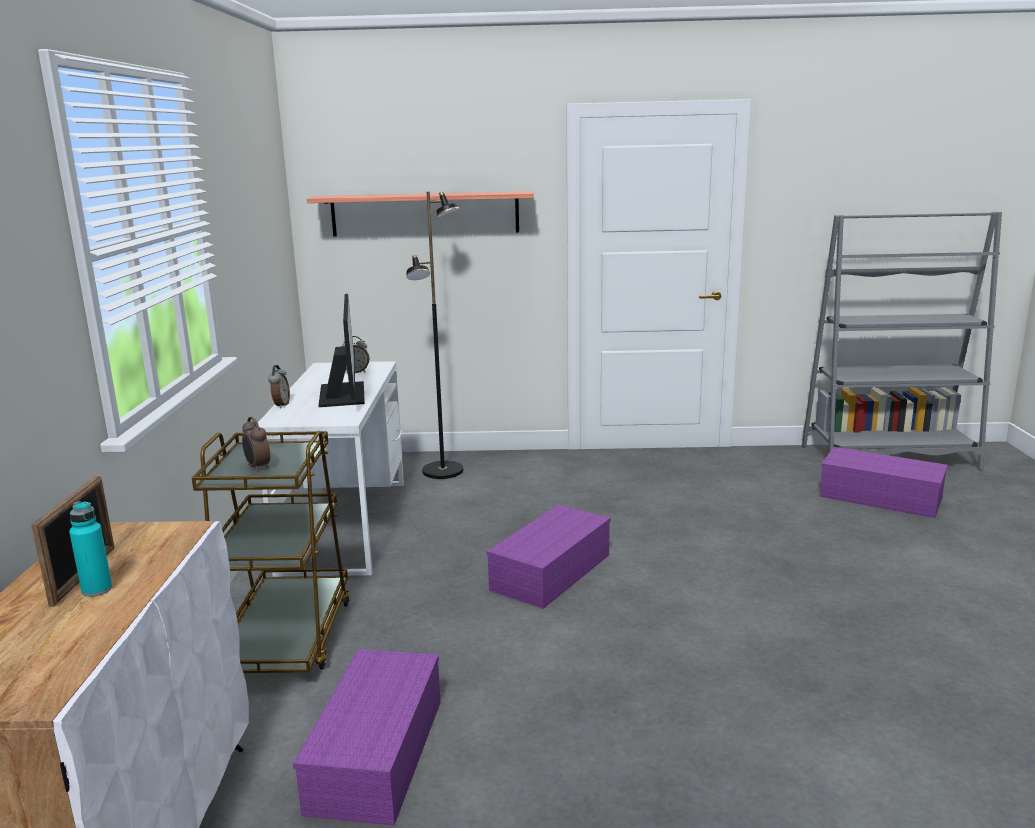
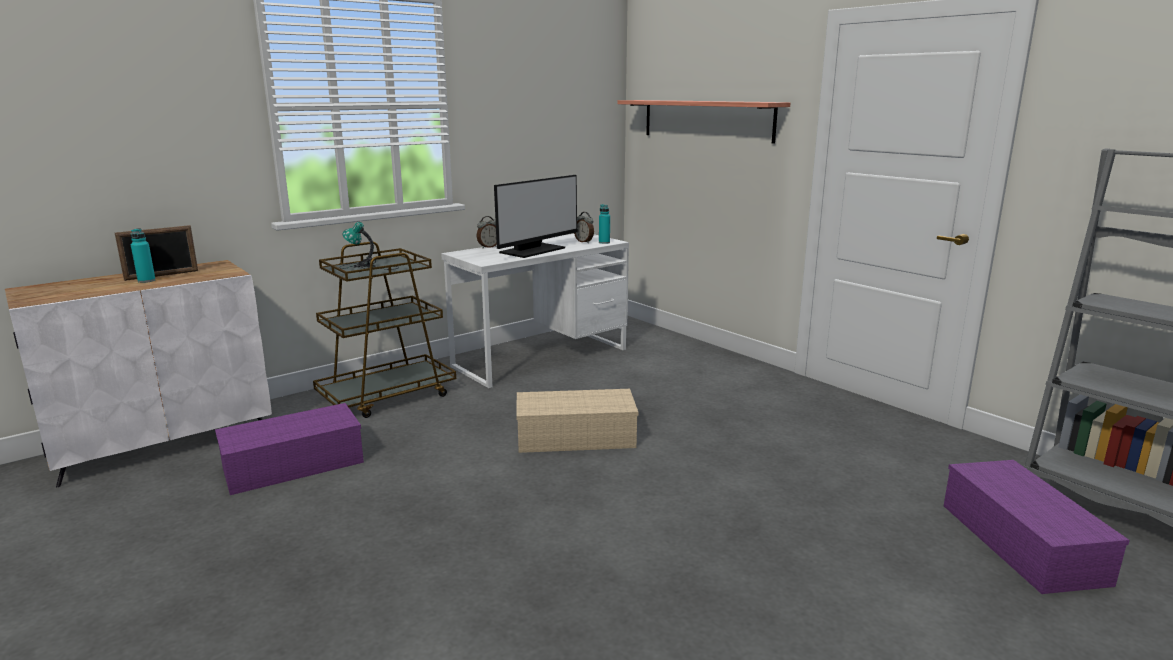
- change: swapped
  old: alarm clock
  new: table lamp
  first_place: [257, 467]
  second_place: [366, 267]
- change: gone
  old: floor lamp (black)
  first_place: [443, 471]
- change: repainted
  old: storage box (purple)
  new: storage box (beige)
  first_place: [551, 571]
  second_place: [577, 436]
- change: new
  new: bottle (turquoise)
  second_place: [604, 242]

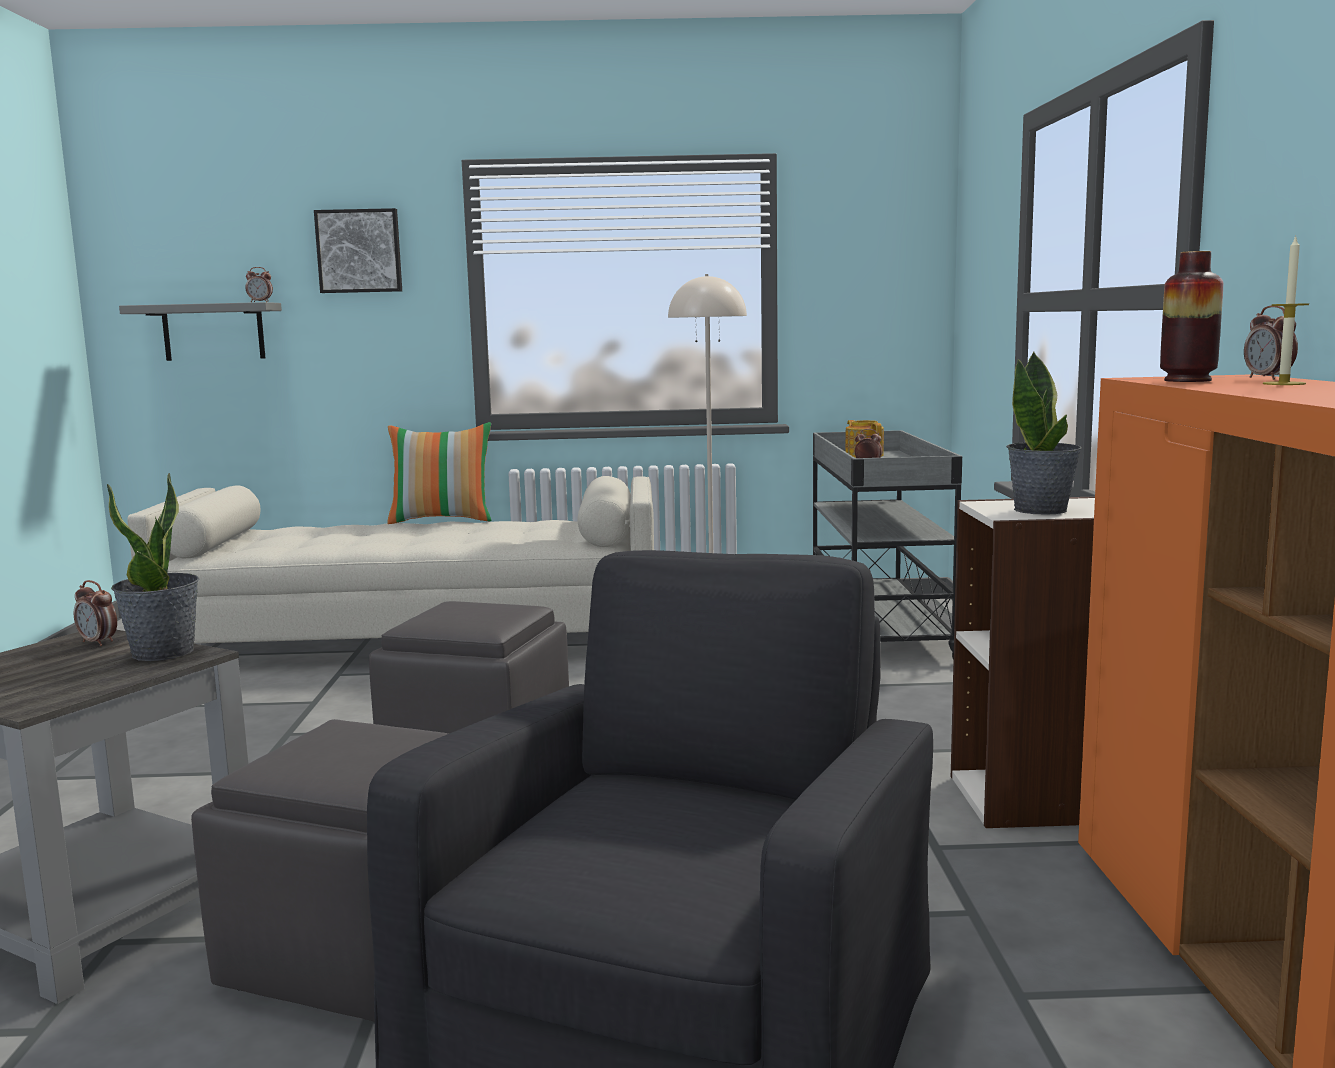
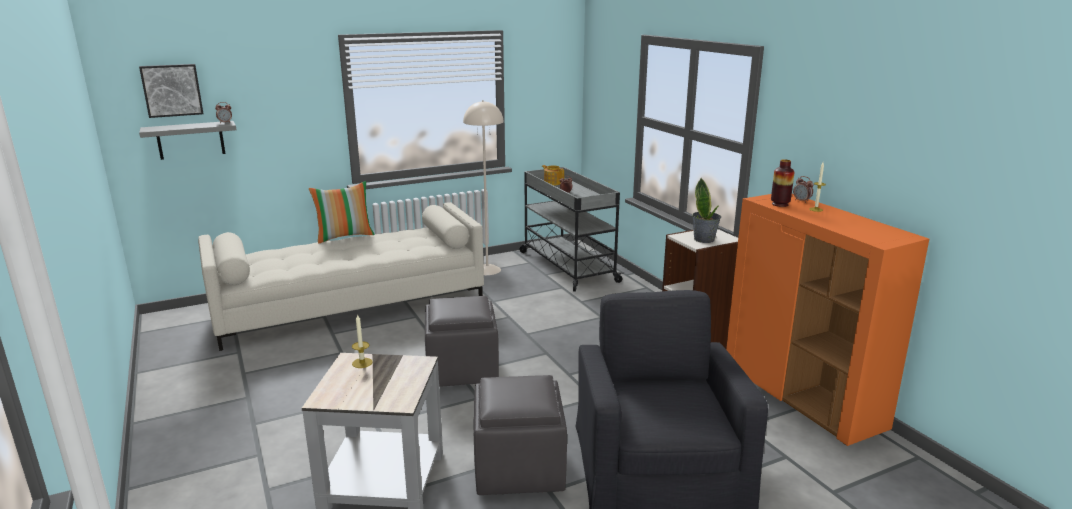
- change: swapped
  old: alarm clock
  new: candle
  first_place: [98, 642]
  second_place: [362, 363]
- change: gone
  old: potted plant
  first_place: [164, 652]
- change: shifted
  old: picture
  first_place: [359, 251]
  second_place: [172, 90]

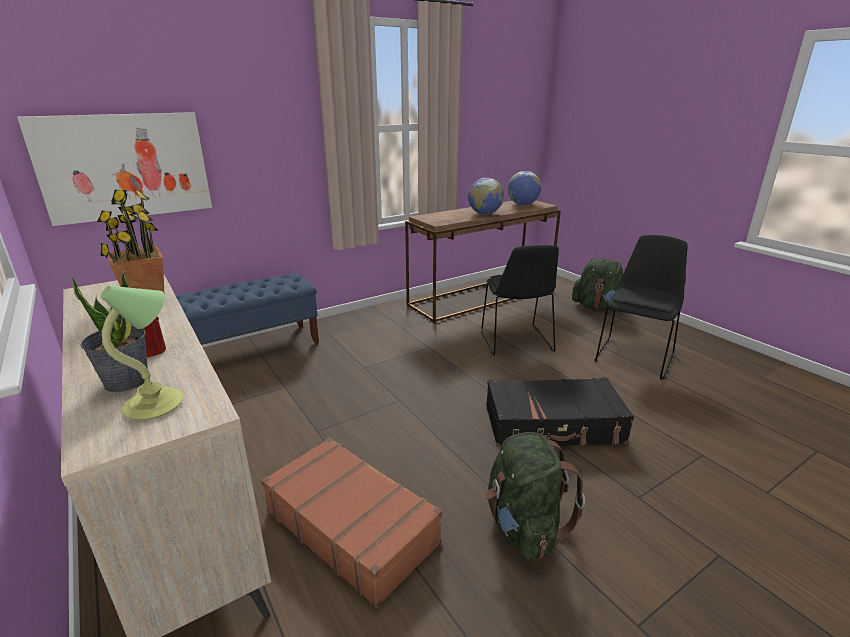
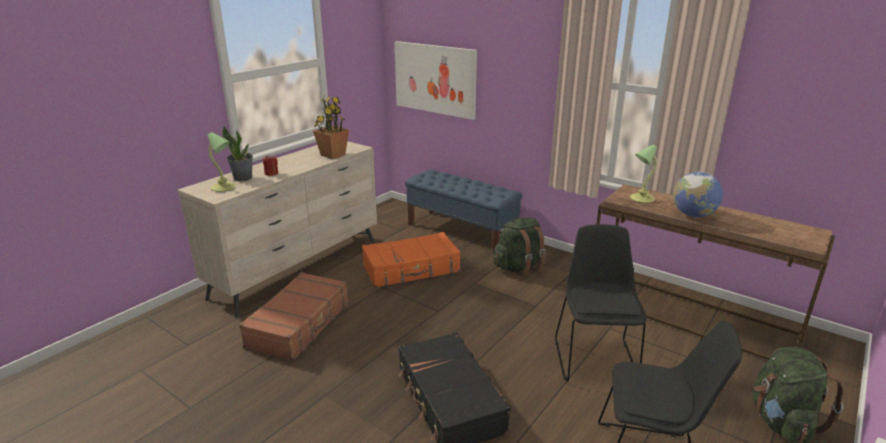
- change: rotated
  old: chair (black)
  first_place: [516, 342]
  second_place: [595, 358]
  degrees: 120
- change: shifted
  old: backpack (green)
  first_place: [523, 527]
  second_place: [519, 267]
- change: gone
  old: globe
  first_place: [523, 204]
- change: new
  new: suitcase (orange)
  second_place: [411, 269]
- change: new
  new: table lamp
  second_place: [641, 199]

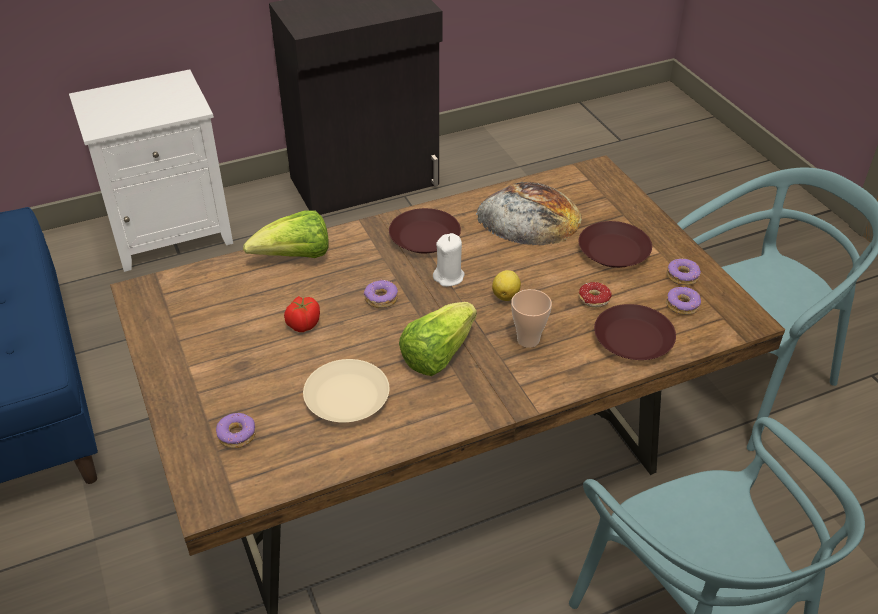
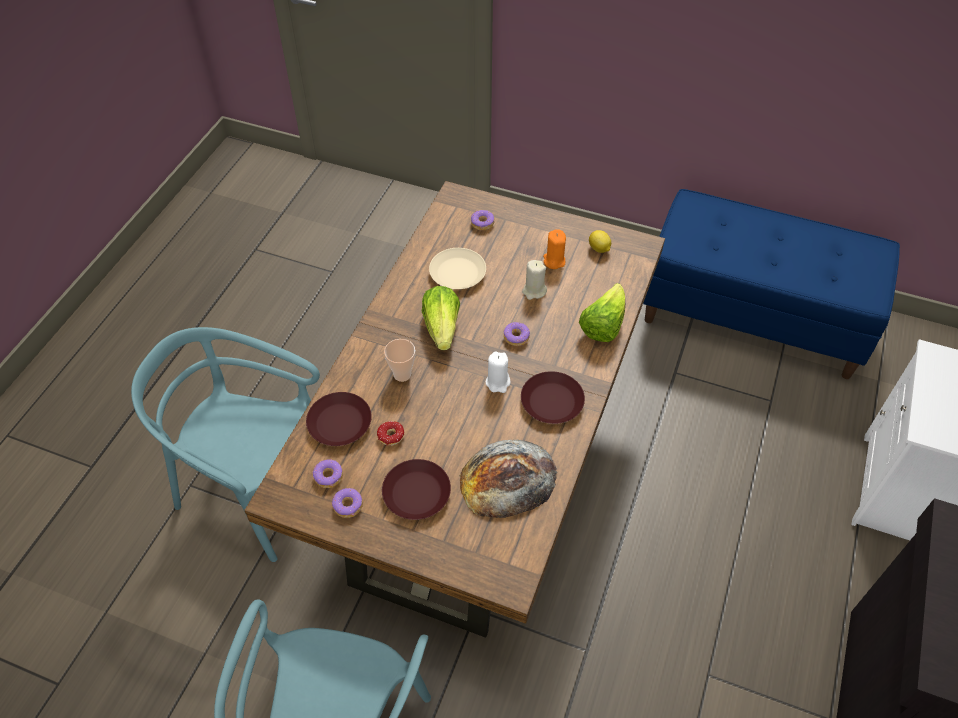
- change: swapped
  old: tomato
  new: candle (beige)
  first_place: [303, 325]
  second_place: [534, 291]
- change: shifted
  old: lemon
  first_place: [506, 295]
  second_place: [599, 249]
- change: new
  new: candle (orange)
  second_place: [554, 261]

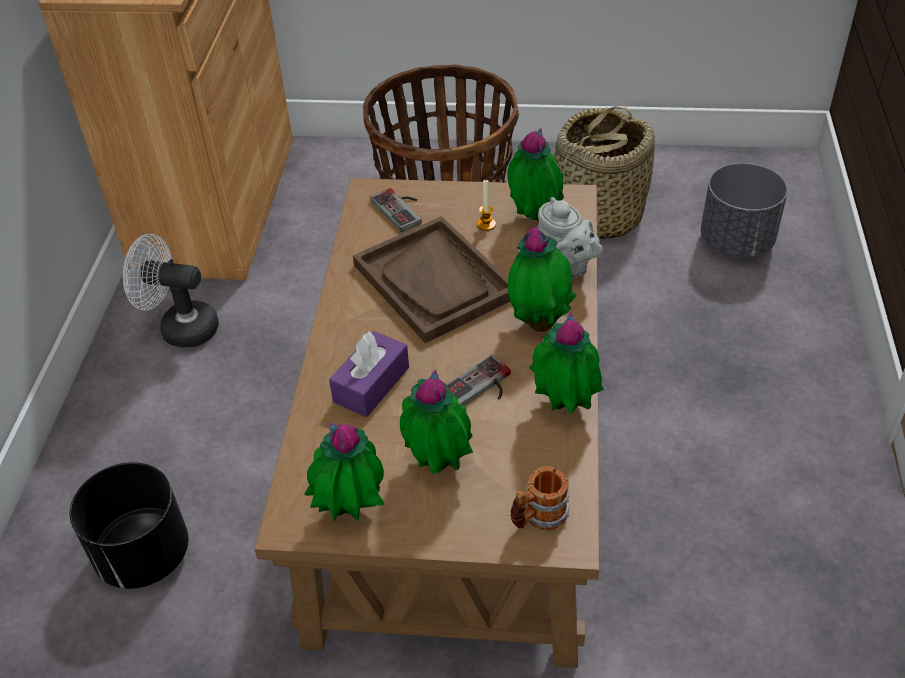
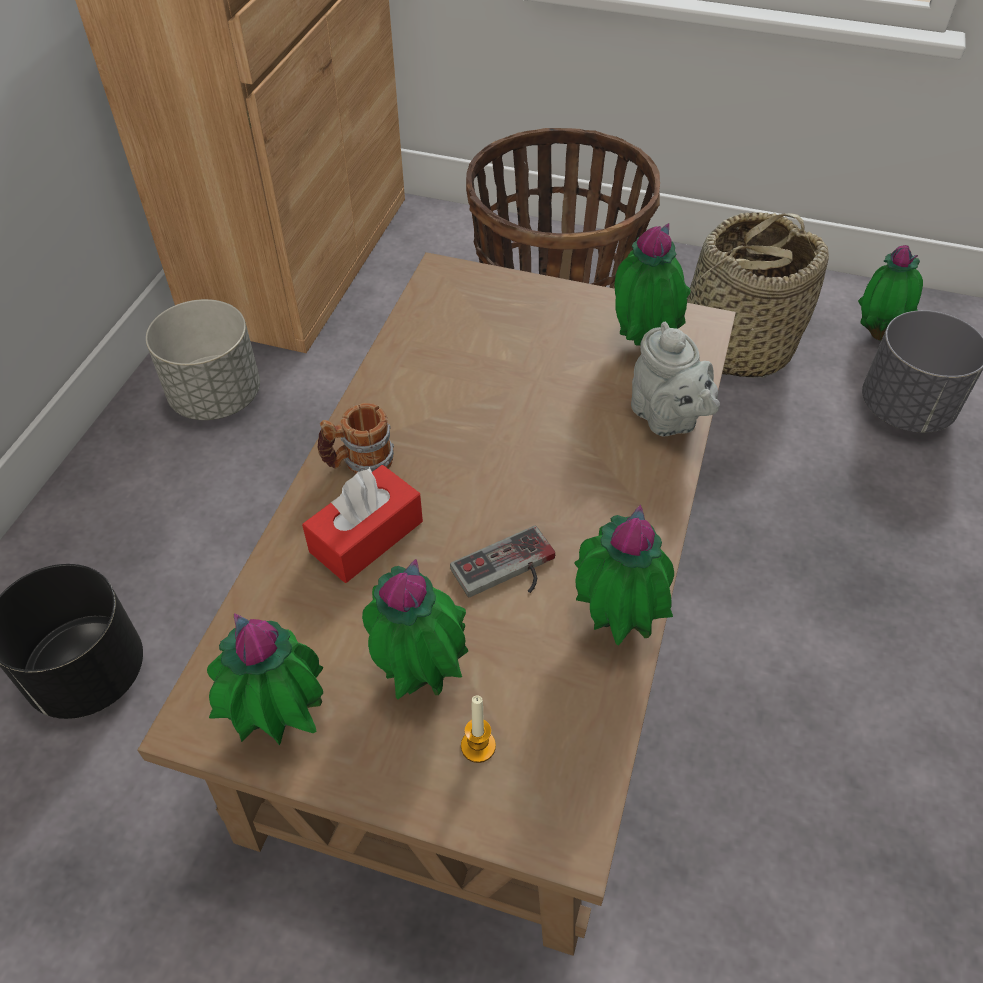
- change: swapped
  old: fan (white)
  new: planter (grey)
  first_place: [180, 328]
  second_place: [216, 397]
- change: repainted
  old: tissue box (purple)
  new: tissue box (red)
  first_place: [371, 384]
  second_place: [366, 536]
- change: gone
  old: tray (brown)
  first_place: [434, 281]
- change: gone
  old: game controller
  first_place: [402, 209]
- change: shifted
  old: candle
  first_place: [486, 224]
  second_place: [478, 746]
- change: shifted
  old: potted plant
  first_place: [539, 323]
  second_place: [877, 333]
- change: shifted
  old: mug
  first_place: [538, 517]
  second_place: [358, 462]

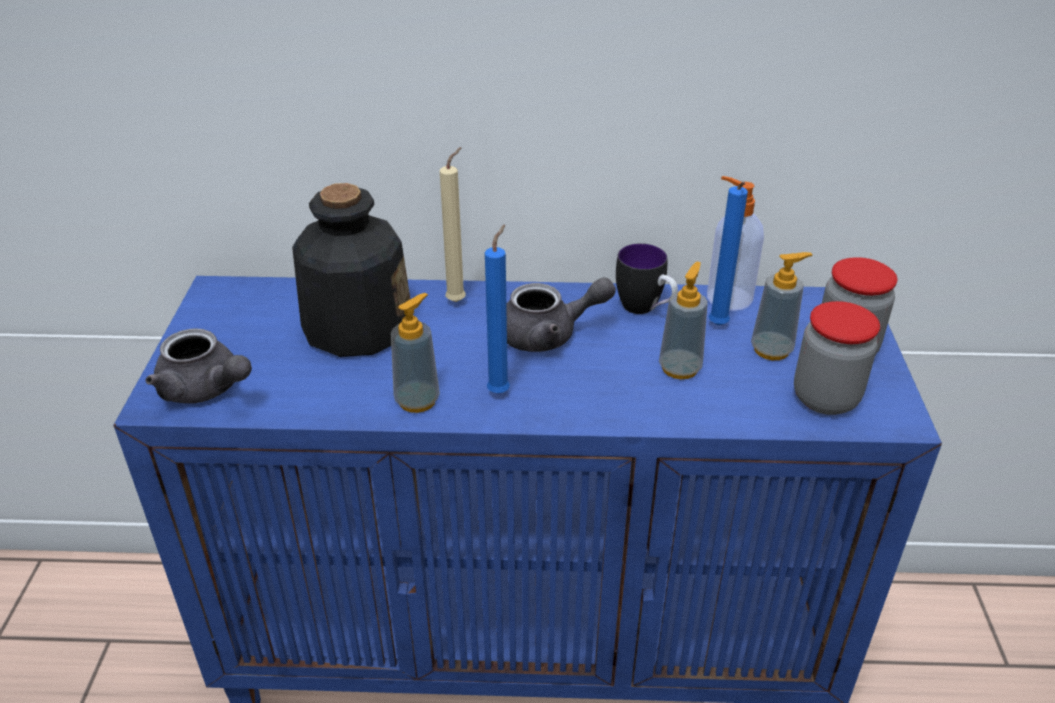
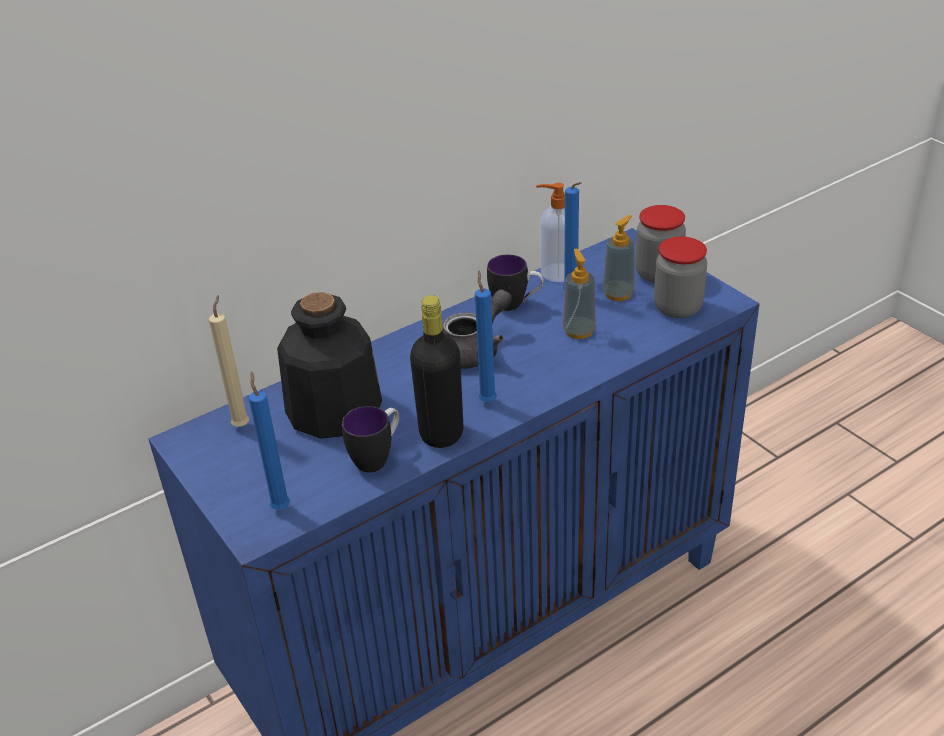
- change: swapped
  old: teapot (grey)
  new: candle (blue)
  first_place: [206, 390]
  second_place: [281, 506]
- change: swapped
  old: soap dispenser
  new: bottle (black)
  first_place: [417, 400]
  second_place: [441, 434]
- change: shifted
  old: candle (beige)
  first_place: [458, 300]
  second_place: [242, 424]
- change: new
  new: mug
  second_place: [377, 458]

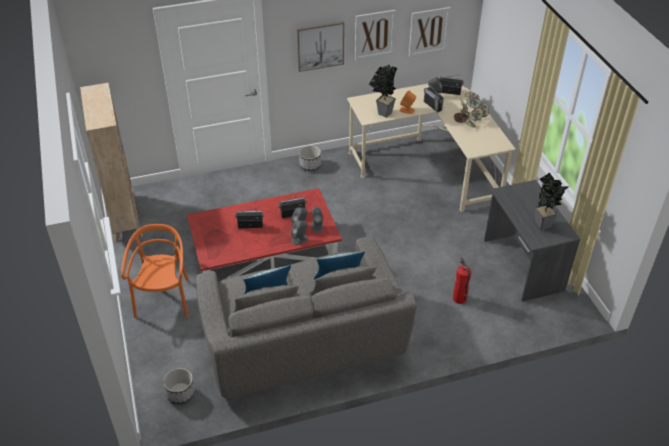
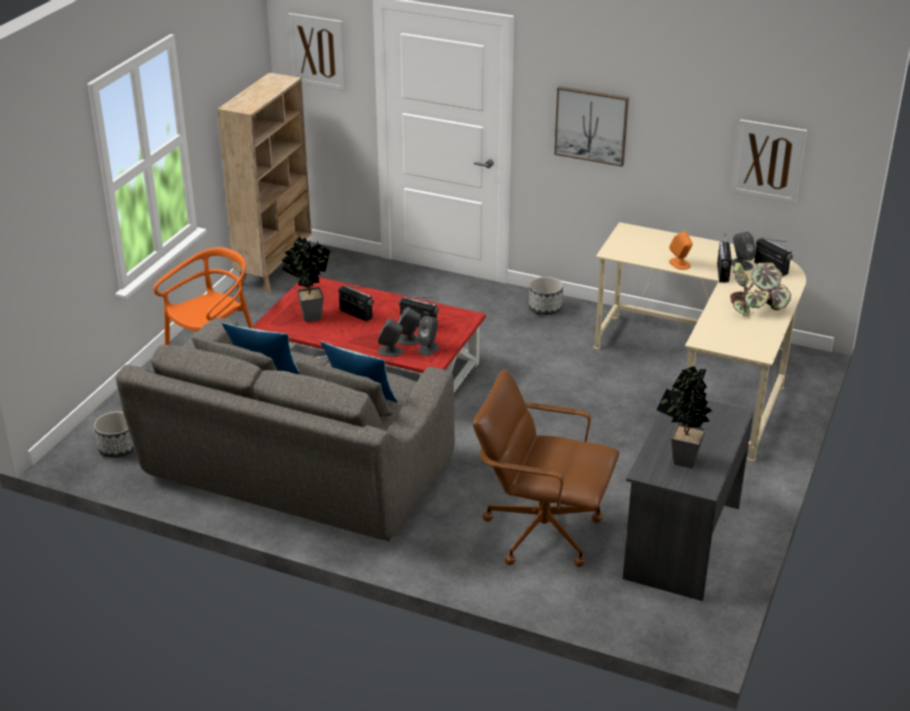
- change: shifted
  old: picture
  first_place: [374, 35]
  second_place: [317, 51]
- change: shifted
  old: potted plant
  first_place: [382, 114]
  second_place: [308, 316]
- change: swapped
  old: fire extinguisher
  new: office chair (brown)
  first_place: [460, 298]
  second_place: [541, 531]

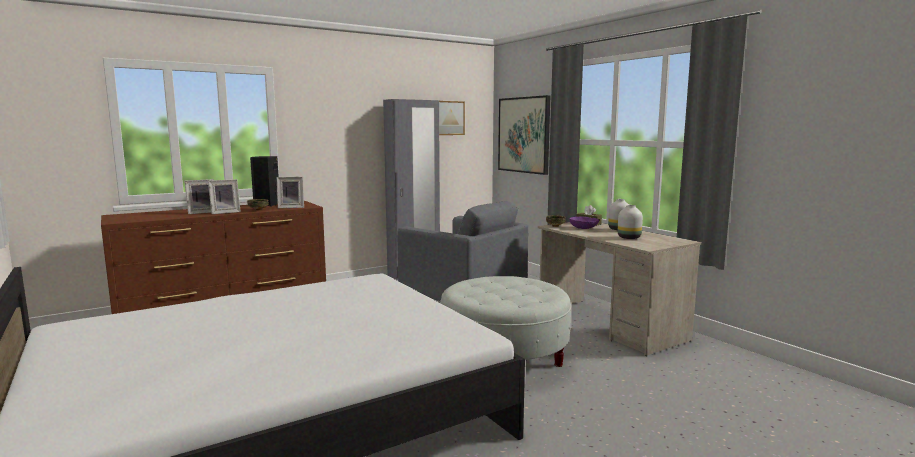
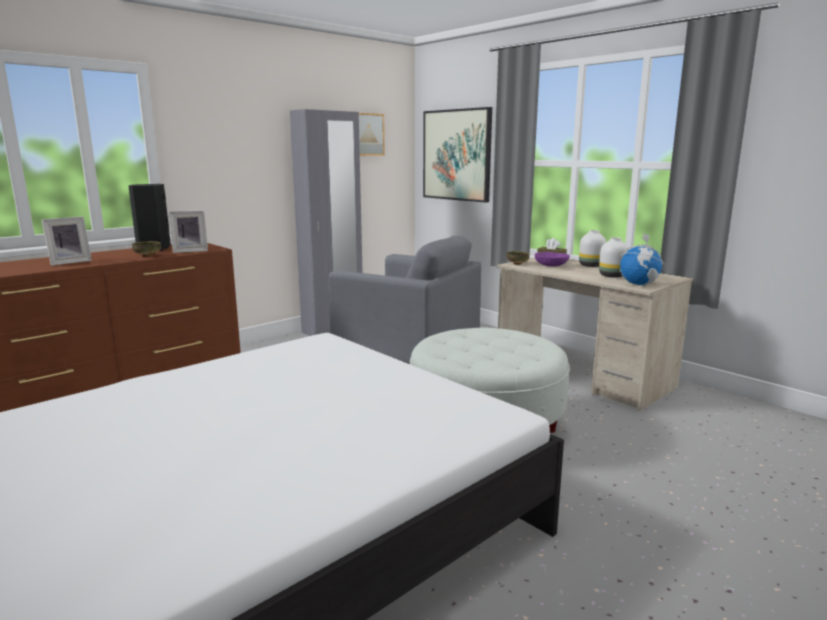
- change: gone
  old: picture frame
  first_place: [225, 212]
- change: new
  new: globe
  second_place: [639, 284]

